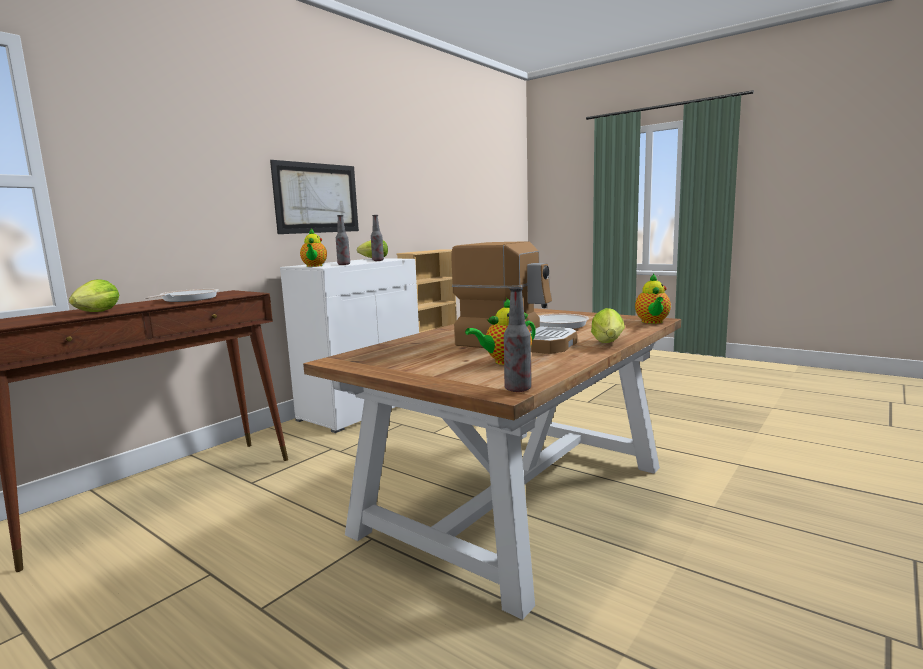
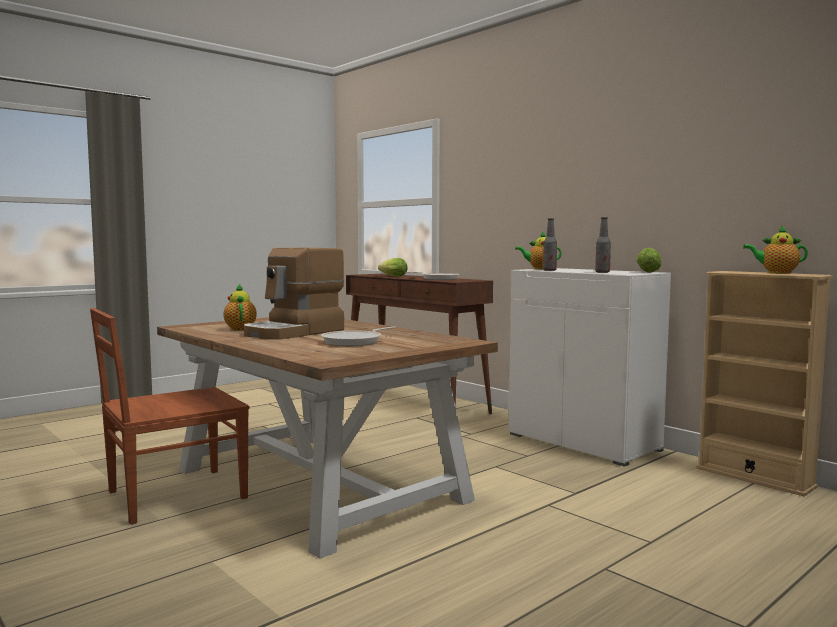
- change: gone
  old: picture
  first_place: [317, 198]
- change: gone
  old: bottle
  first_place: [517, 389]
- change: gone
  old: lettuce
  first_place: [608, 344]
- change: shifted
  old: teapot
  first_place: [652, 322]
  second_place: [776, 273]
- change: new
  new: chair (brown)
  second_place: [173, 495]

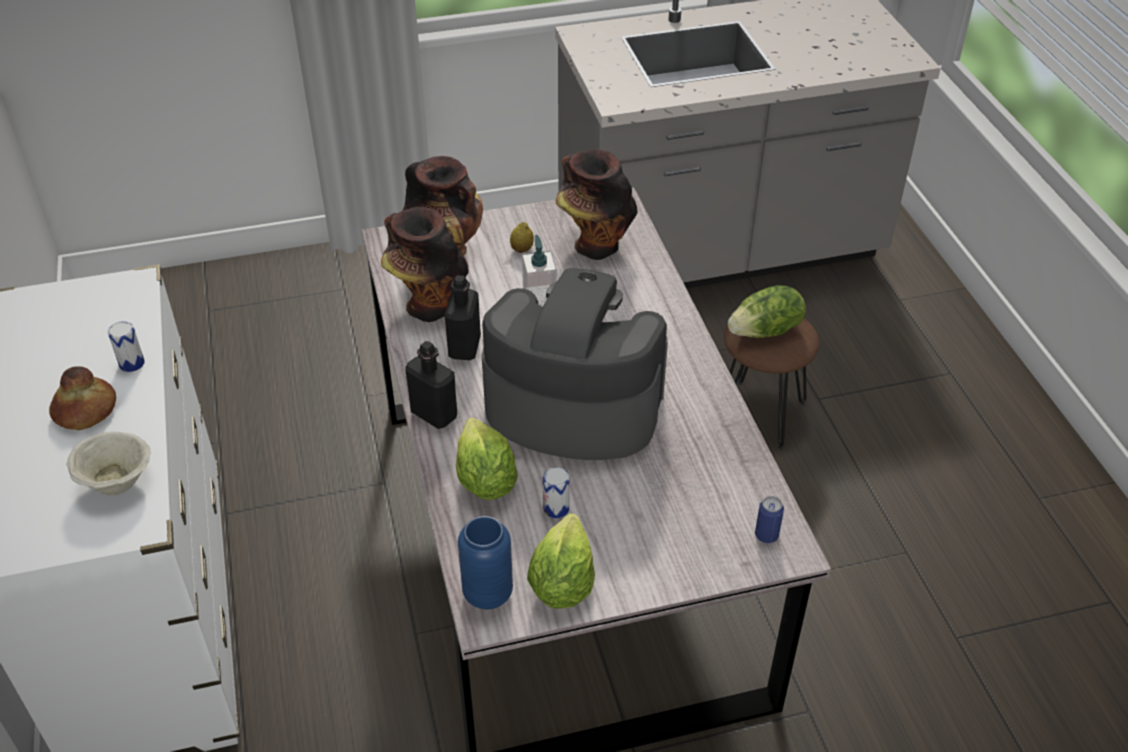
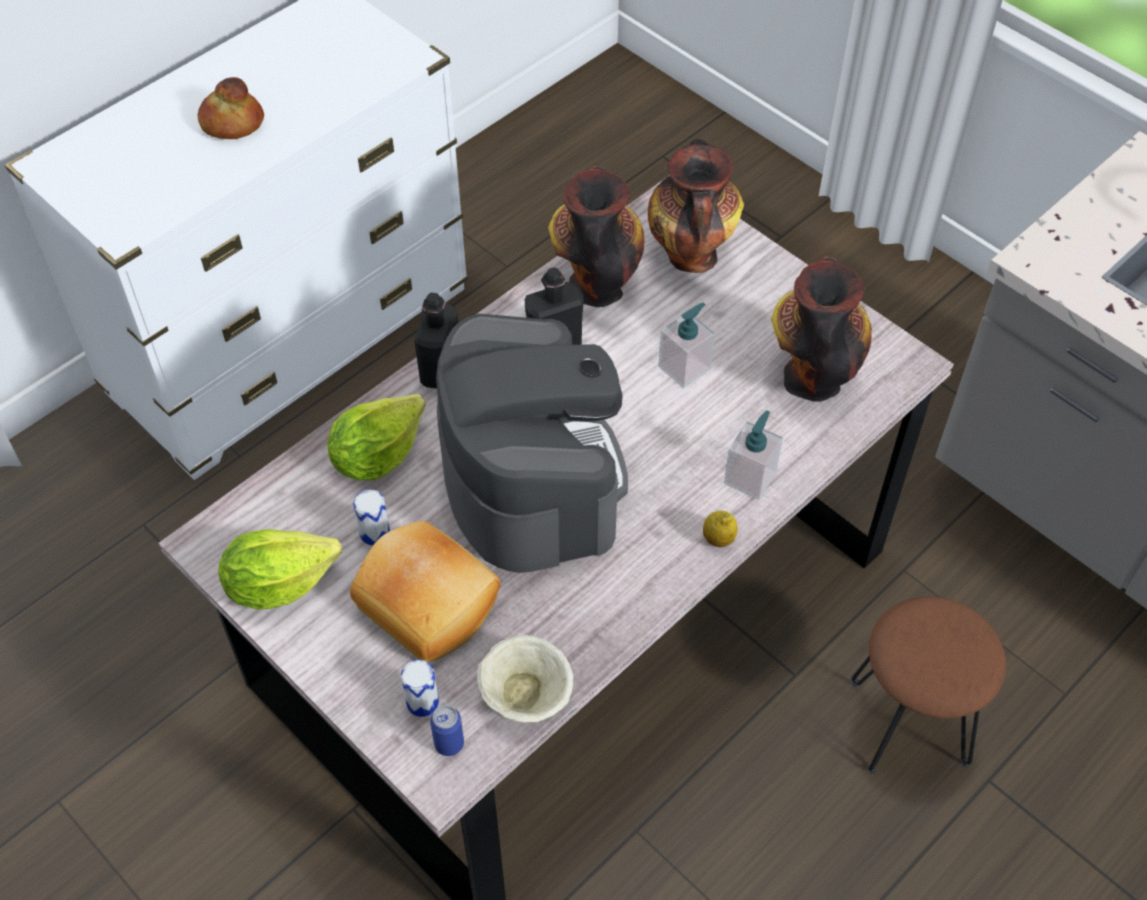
- change: shifted
  old: bowl (beige)
  first_place: [116, 482]
  second_place: [525, 696]
- change: shifted
  old: can
  first_place: [132, 363]
  second_place: [422, 702]
- change: gone
  old: vase (blue)
  first_place: [488, 594]
- change: shifted
  old: lemon
  first_place: [522, 249]
  second_place: [718, 539]
- change: gone
  old: lettuce
  first_place: [766, 331]
- change: new
  new: bread
  second_place: [430, 602]
- change: new
  new: soap dispenser
  second_place: [750, 477]

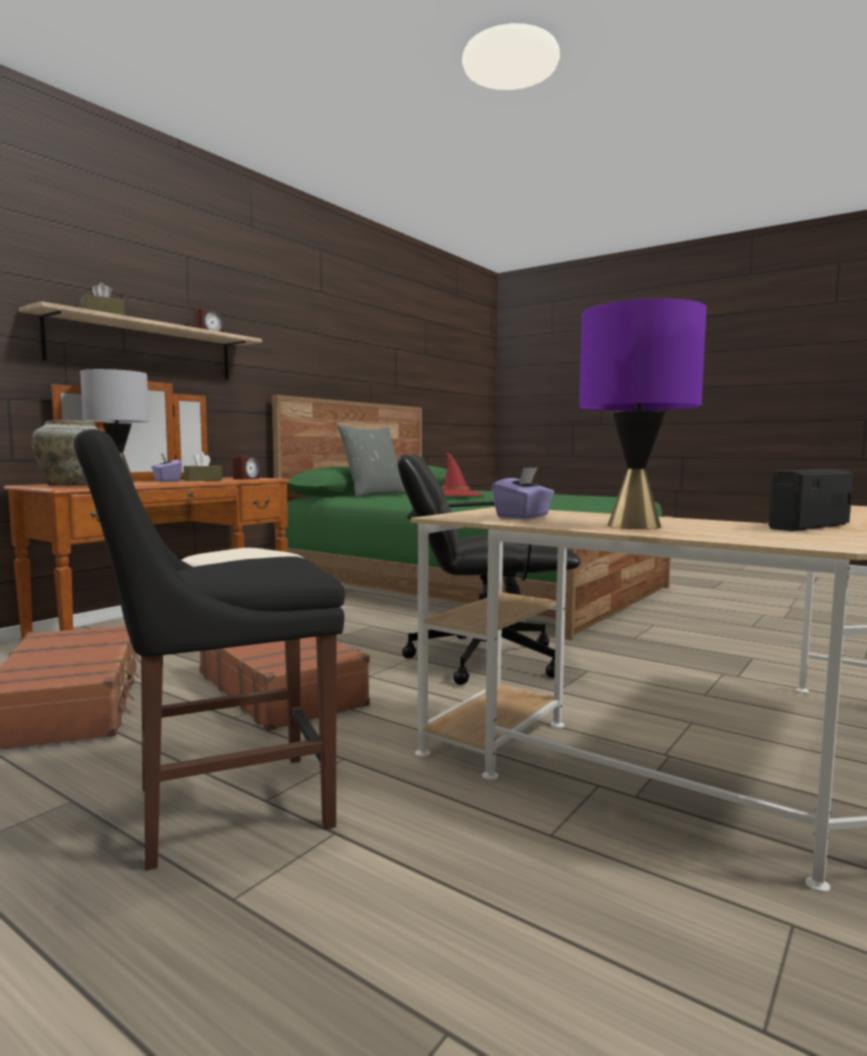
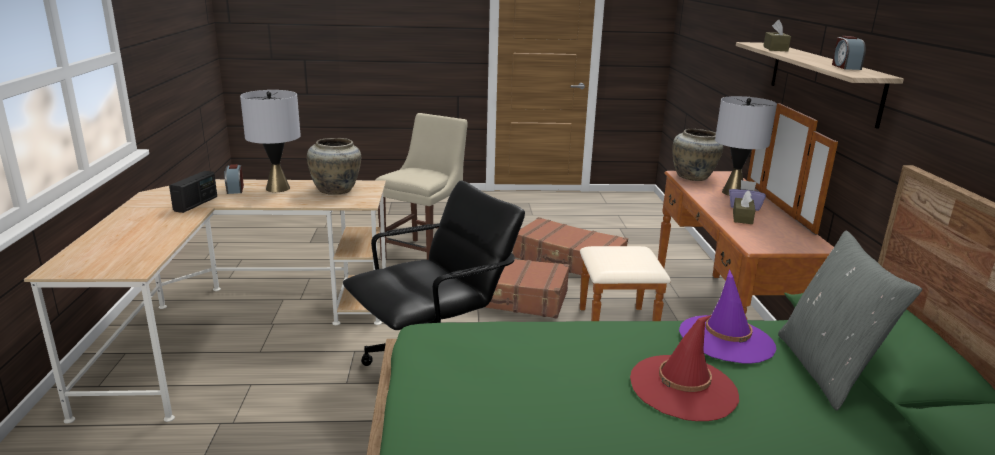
- change: repainted
  old: chair (black)
  new: chair (beige)
  first_place: [221, 807]
  second_place: [425, 253]
- change: shifted
  old: alarm clock
  first_place: [246, 479]
  second_place: [235, 189]
- change: swapped
  old: tissue box (purple)
  new: vase (beige)
  first_place: [523, 517]
  second_place: [336, 190]
- change: repainted
  old: table lamp (purple)
  new: table lamp (grey)
  first_place: [634, 526]
  second_place: [277, 188]
- change: new
  new: hat (purple)
  second_place: [726, 339]

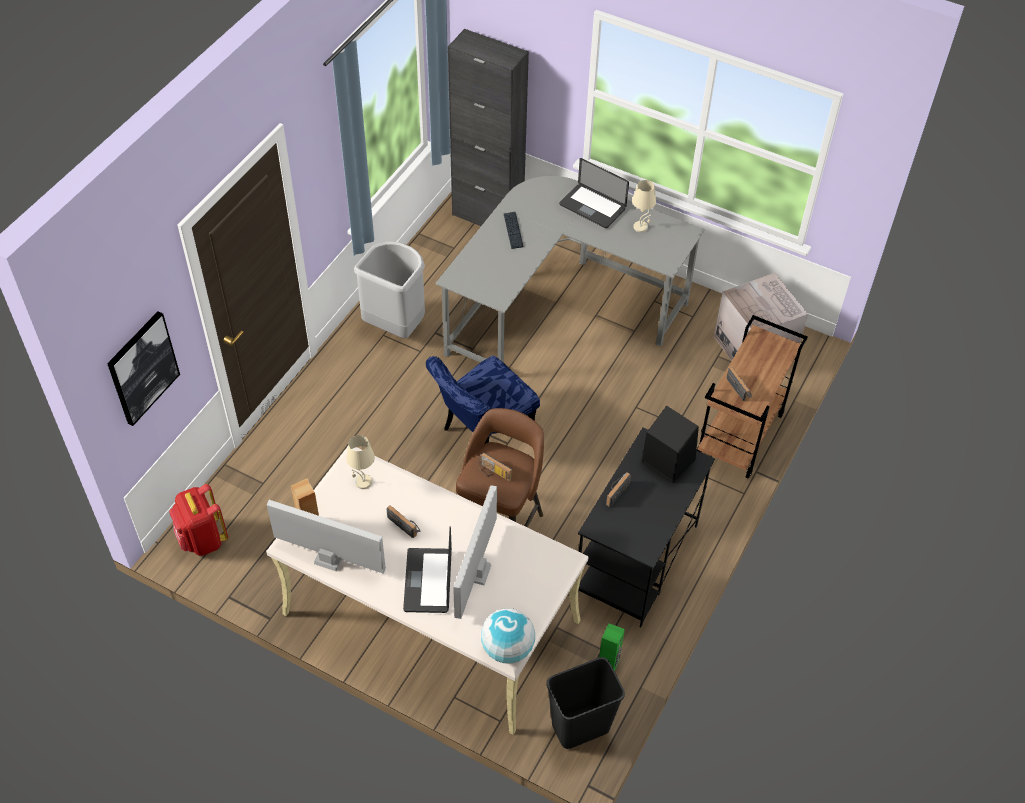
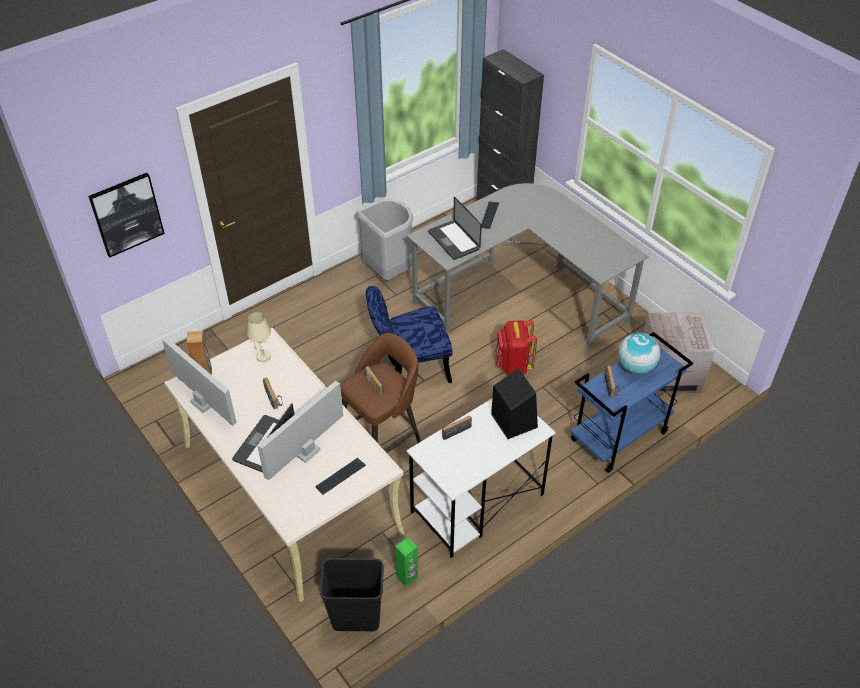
- change: shifted
  old: backpack (red)
  first_place: [203, 540]
  second_place: [513, 365]
- change: shifted
  old: globe
  first_place: [507, 648]
  second_place: [636, 367]
- change: shifted
  old: laptop
  first_place: [592, 207]
  second_place: [454, 241]
- change: repainted
  old: desk (black)
  new: desk (white)
  first_place: [636, 560]
  second_place: [476, 504]
- change: gone
  old: table lamp (beige)
  first_place: [641, 227]
- change: repainted
  old: cart (brown)
  new: cart (blue)
  first_place: [740, 436]
  second_place: [619, 437]
- change: new
  new: keyboard
  second_place: [340, 476]

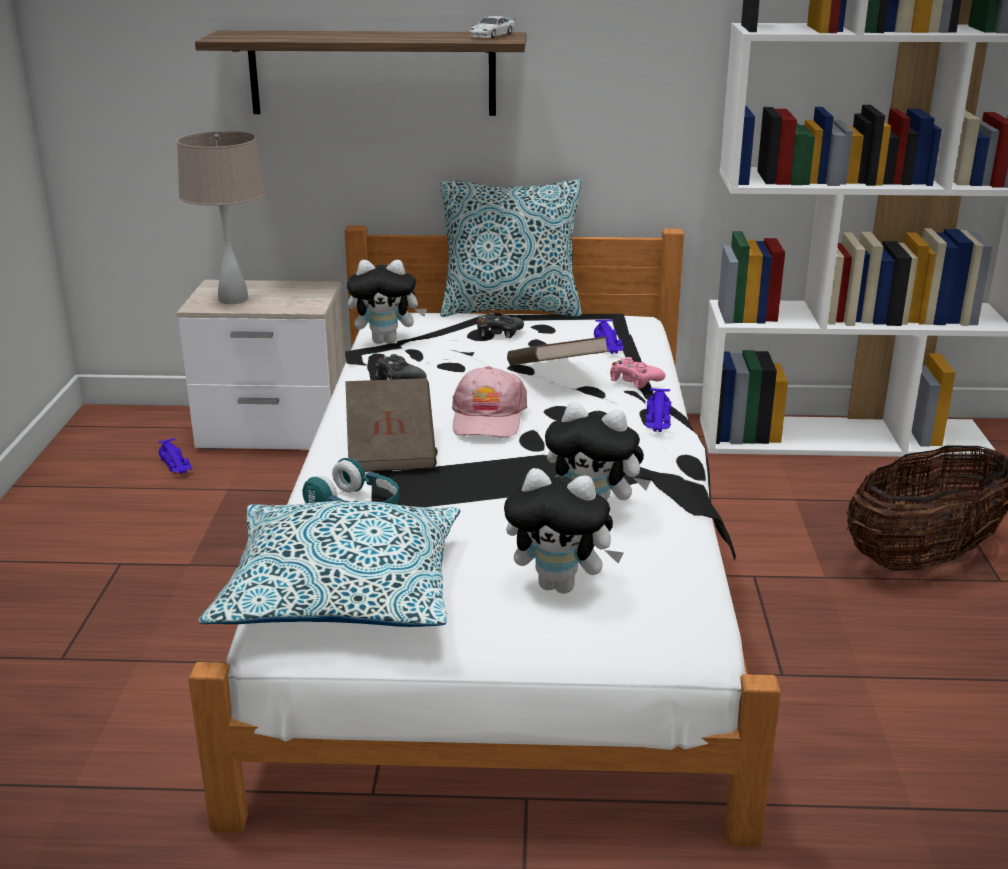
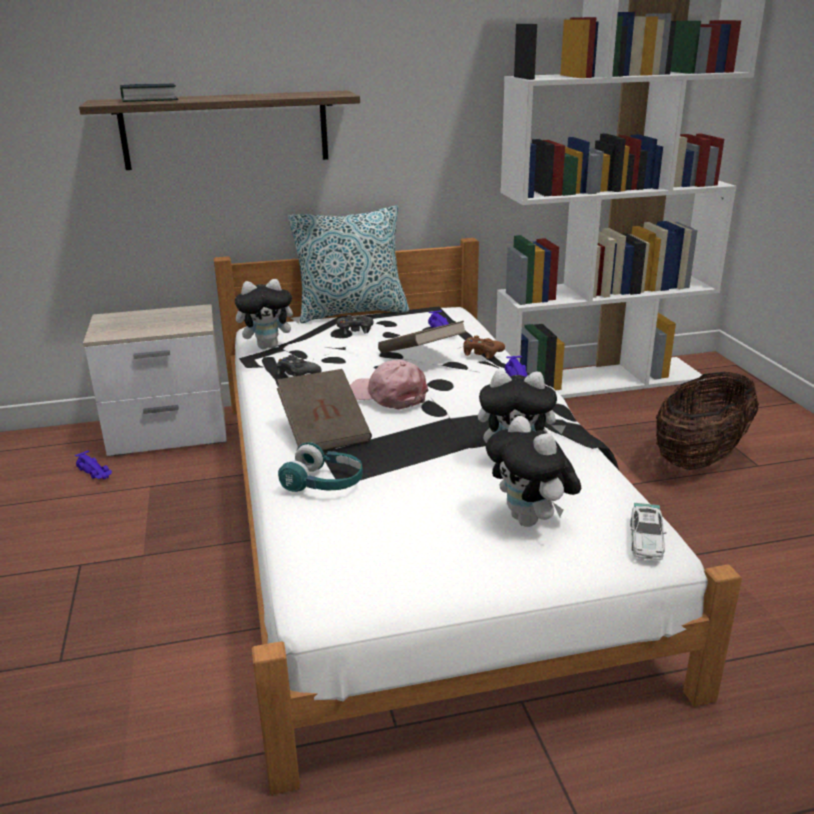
- change: gone
  old: table lamp (beige)
  first_place: [234, 299]
- change: gone
  old: pillow
  first_place: [341, 592]
- change: rotated
  old: cap (pink)
  first_place: [488, 418]
  second_place: [388, 395]
  degrees: 135
- change: shifted
  old: toy car
  first_place: [491, 35]
  second_place: [646, 539]
- change: rotated
  old: plush toy
  first_place: [561, 585]
  second_place: [531, 521]
  degrees: 60
- change: repainted
  old: game controller (pink)
  new: game controller (brown)
  first_place: [634, 380]
  second_place: [481, 353]
- change: new
  new: book
  second_place: [149, 100]

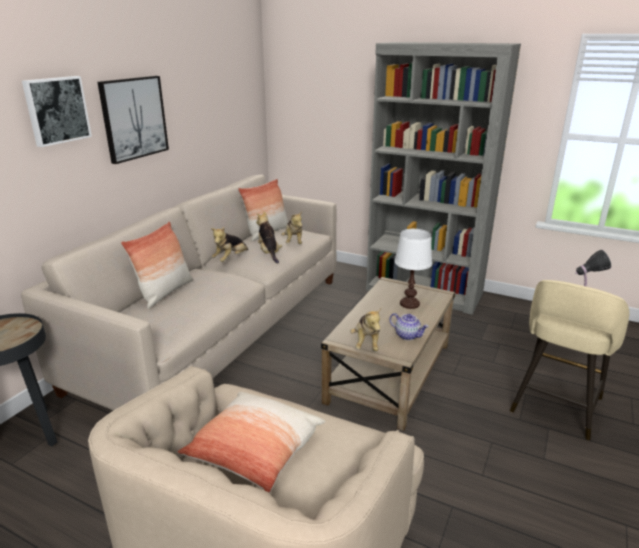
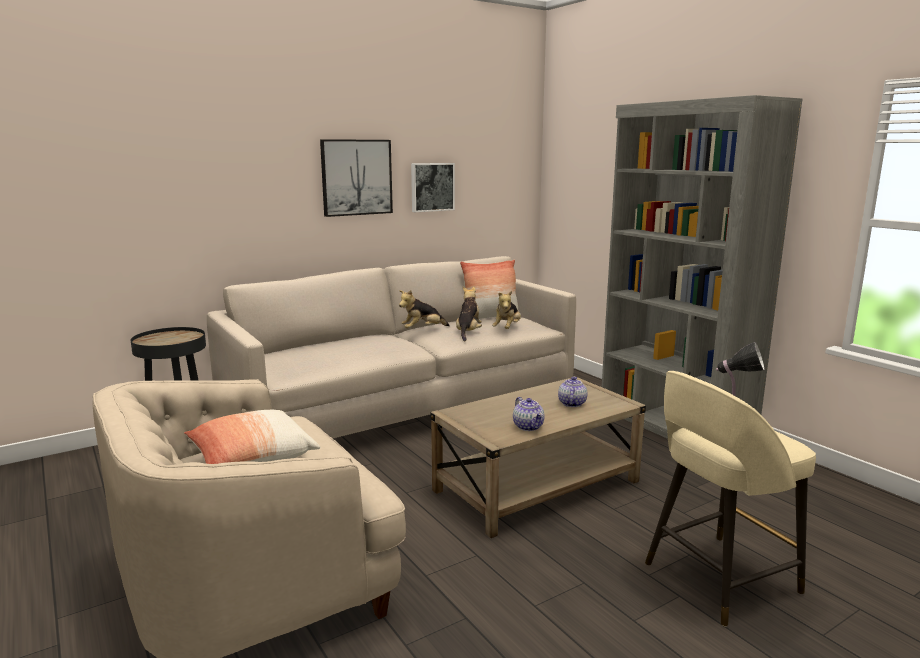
- change: shifted
  old: picture
  first_place: [56, 110]
  second_place: [432, 187]
- change: gone
  old: pillow
  first_place: [165, 293]
- change: gone
  old: plush toy
  first_place: [366, 343]
- change: swapped
  old: table lamp (white)
  new: teapot
  first_place: [409, 304]
  second_place: [571, 403]

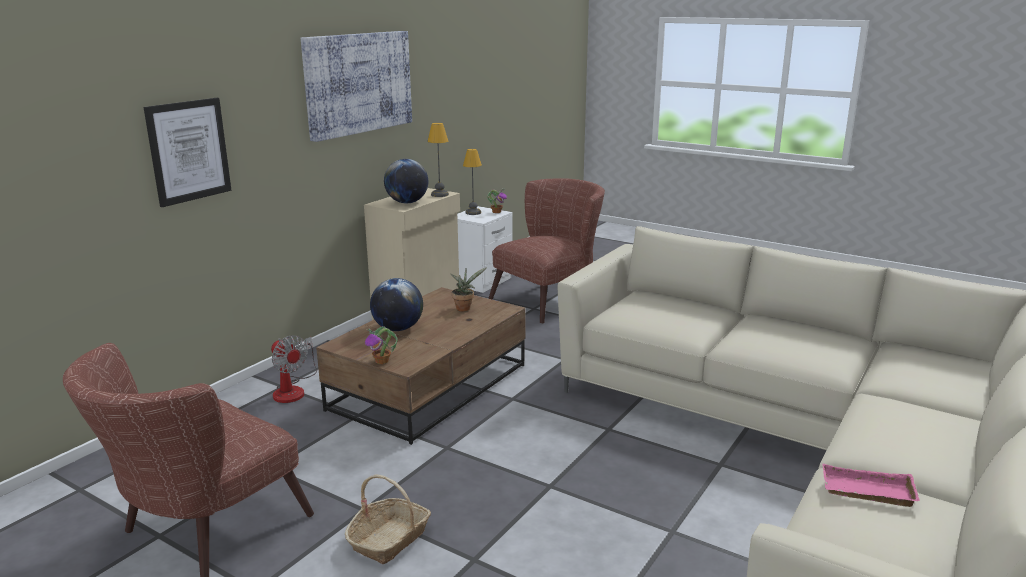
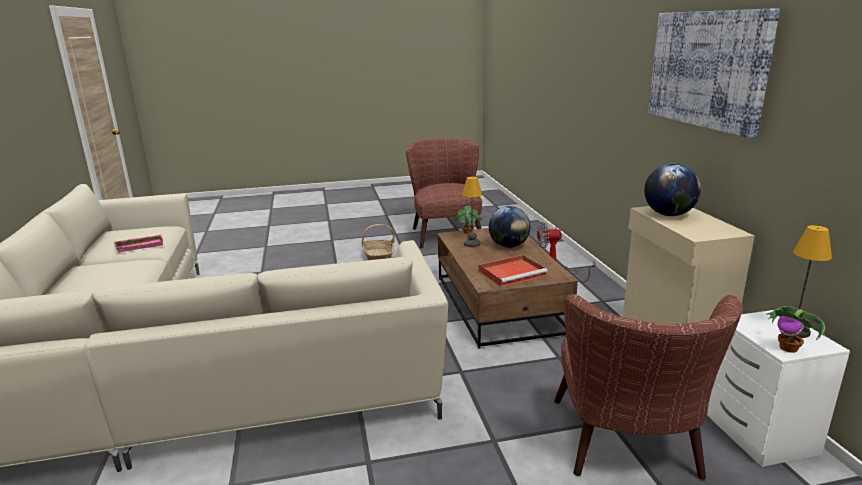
- change: gone
  old: picture
  first_place: [188, 151]
- change: shifted
  old: table lamp
  first_place: [440, 195]
  second_place: [471, 243]
- change: swapped
  old: potted plant
  new: tray (red)
  first_place: [464, 308]
  second_place: [513, 273]

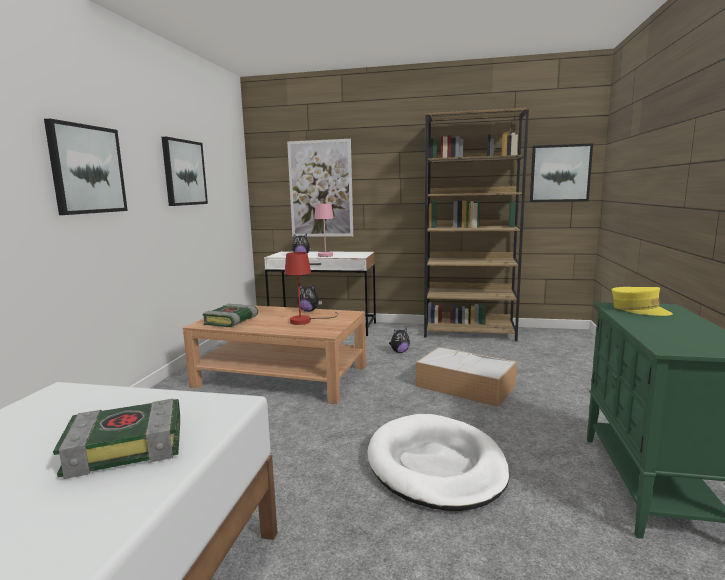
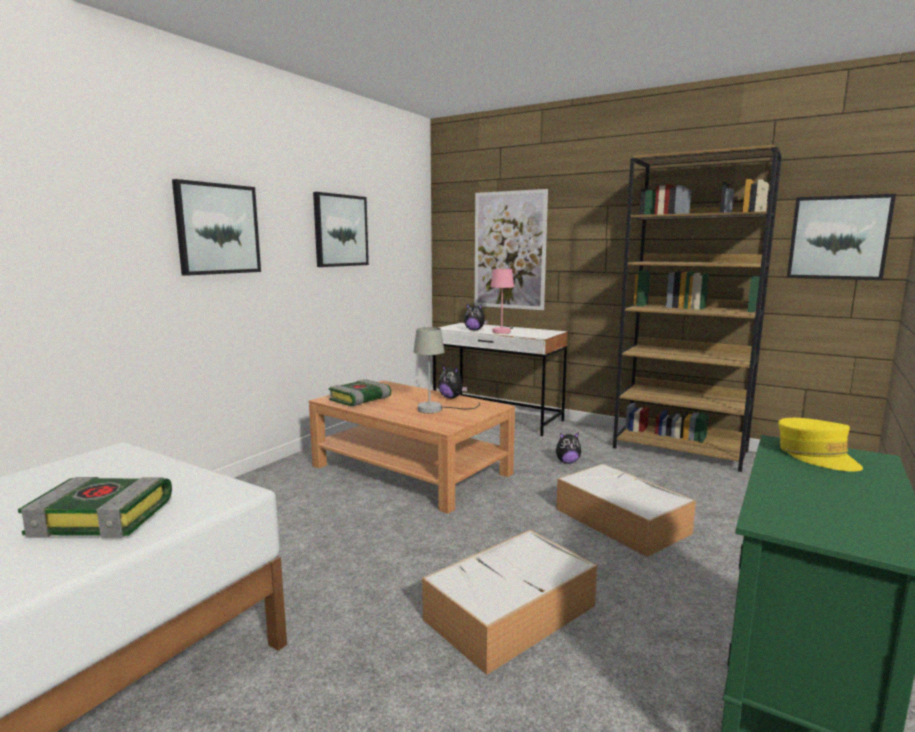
- change: repainted
  old: table lamp (red)
  new: table lamp (grey)
  first_place: [306, 321]
  second_place: [437, 409]
- change: swapped
  old: dog bed (white)
  new: storage box
  first_place: [435, 465]
  second_place: [509, 614]

